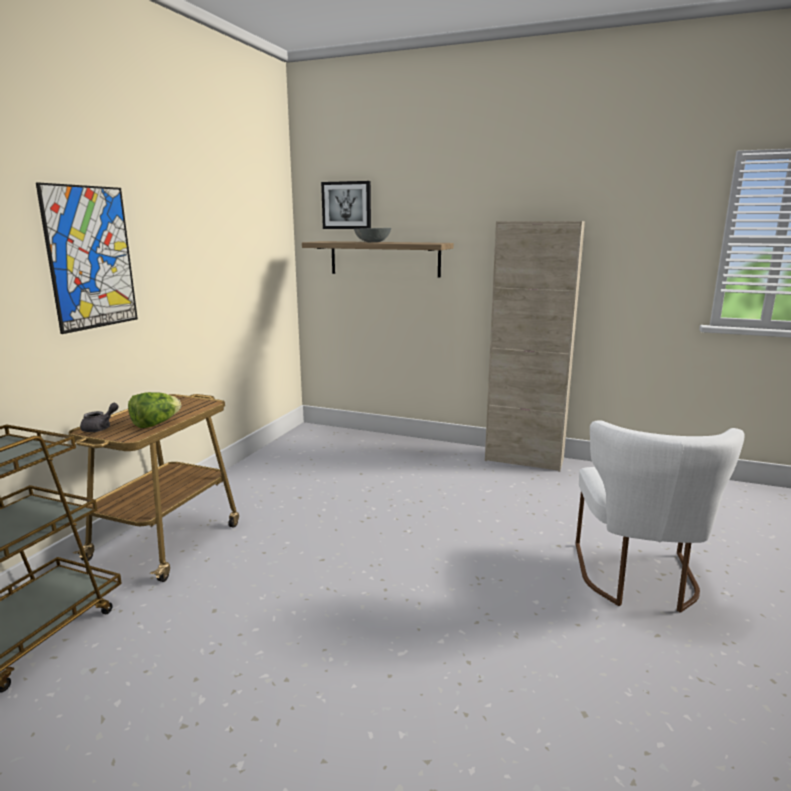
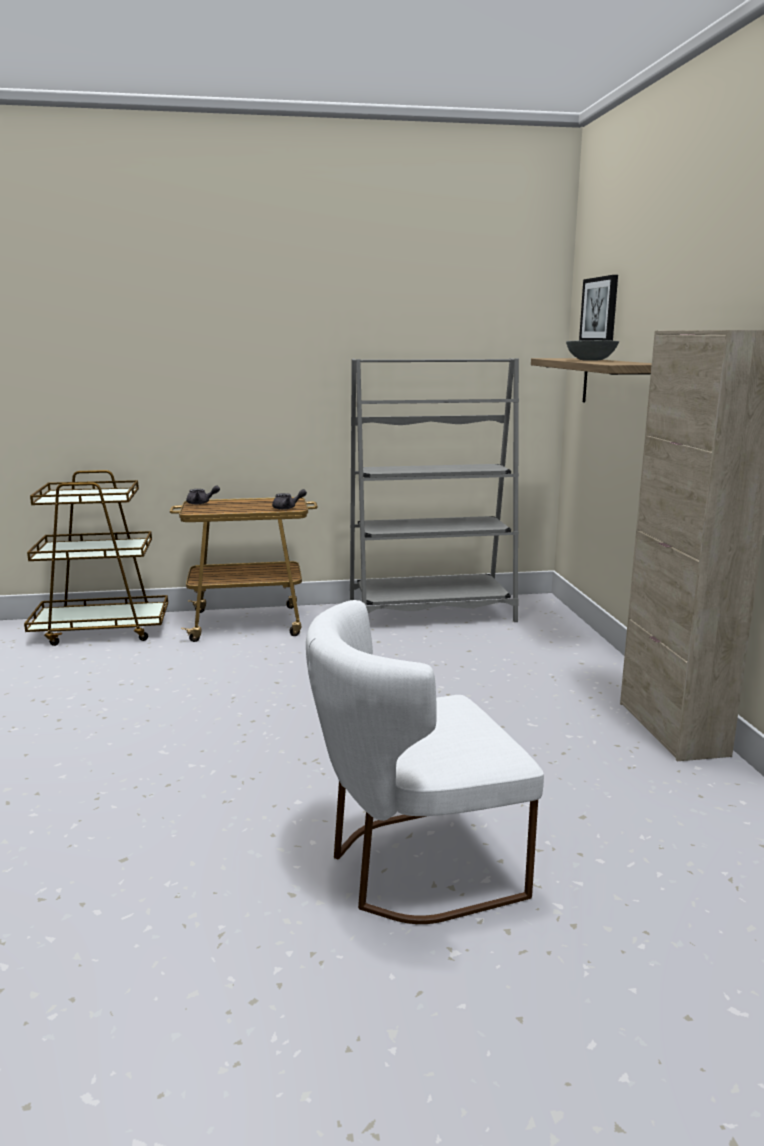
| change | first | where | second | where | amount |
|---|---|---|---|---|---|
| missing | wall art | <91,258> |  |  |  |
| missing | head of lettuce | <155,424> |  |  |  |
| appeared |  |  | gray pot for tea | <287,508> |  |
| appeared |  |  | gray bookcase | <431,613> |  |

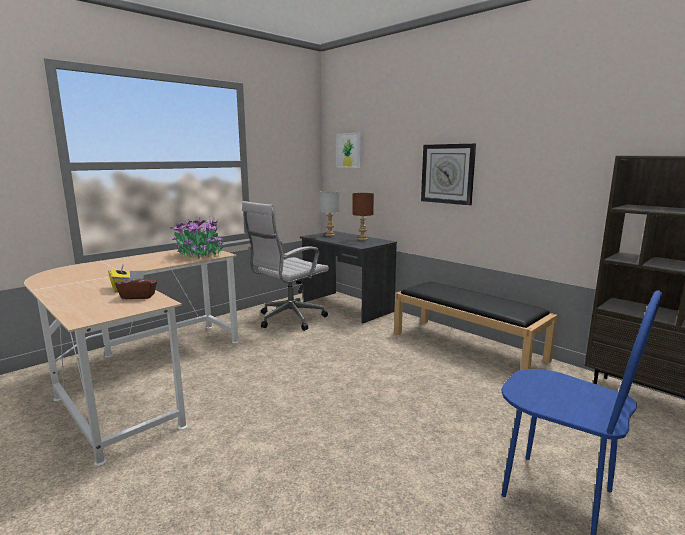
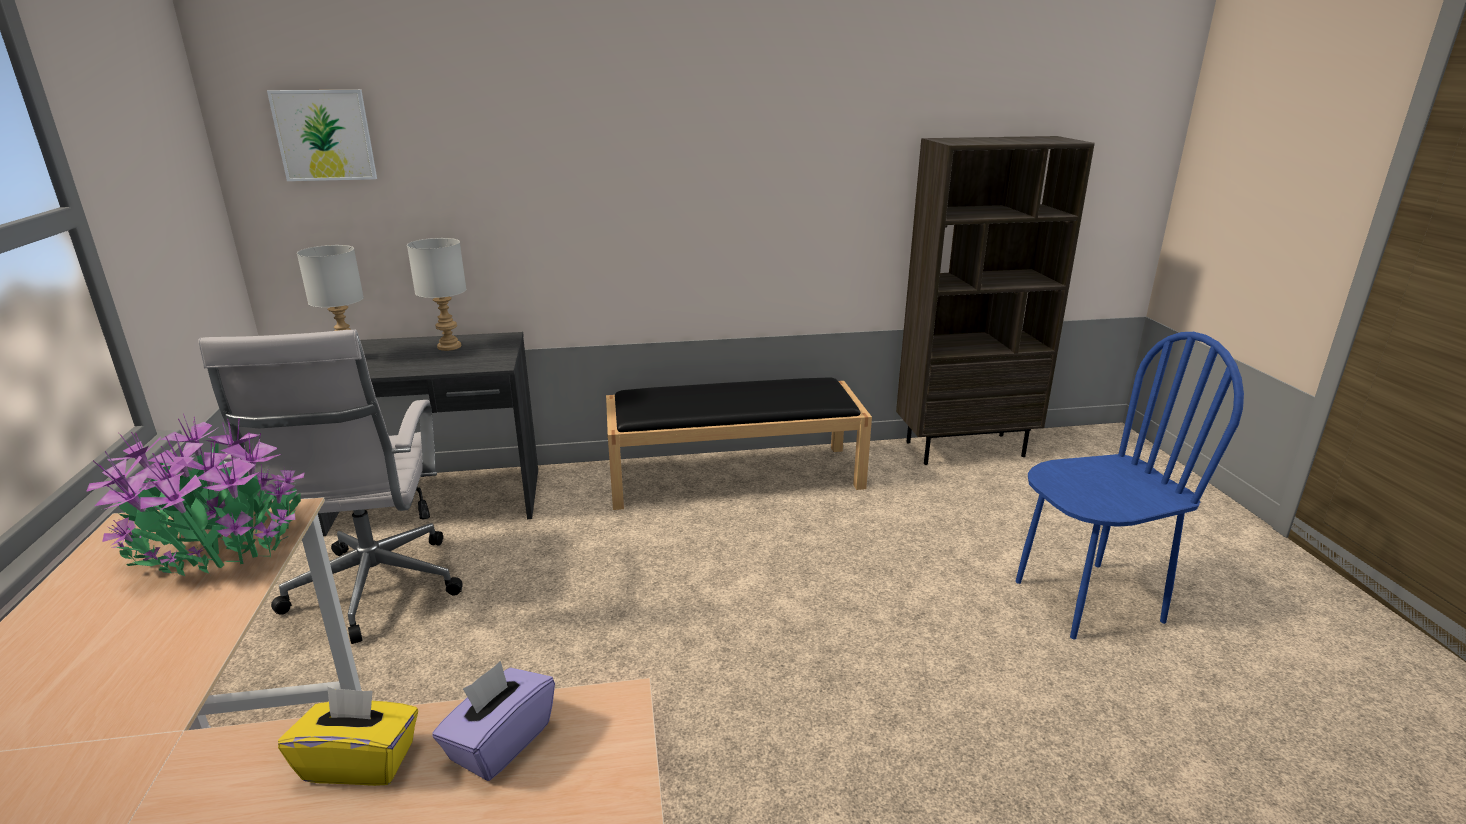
| change | first | where | second | where | amount |
|---|---|---|---|---|---|
| colour | brownish tissue holder | <138,296> | purplish tissue holder | <500,742> |  |
| colour | brownish table lamp | <362,239> | gray table lamp | <448,346> |  |
| missing | clock on the wall | <447,174> |  |  |  |

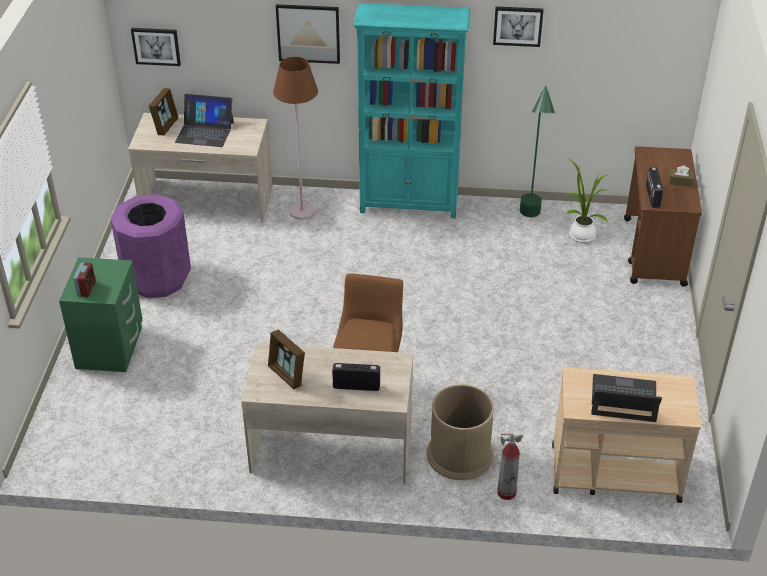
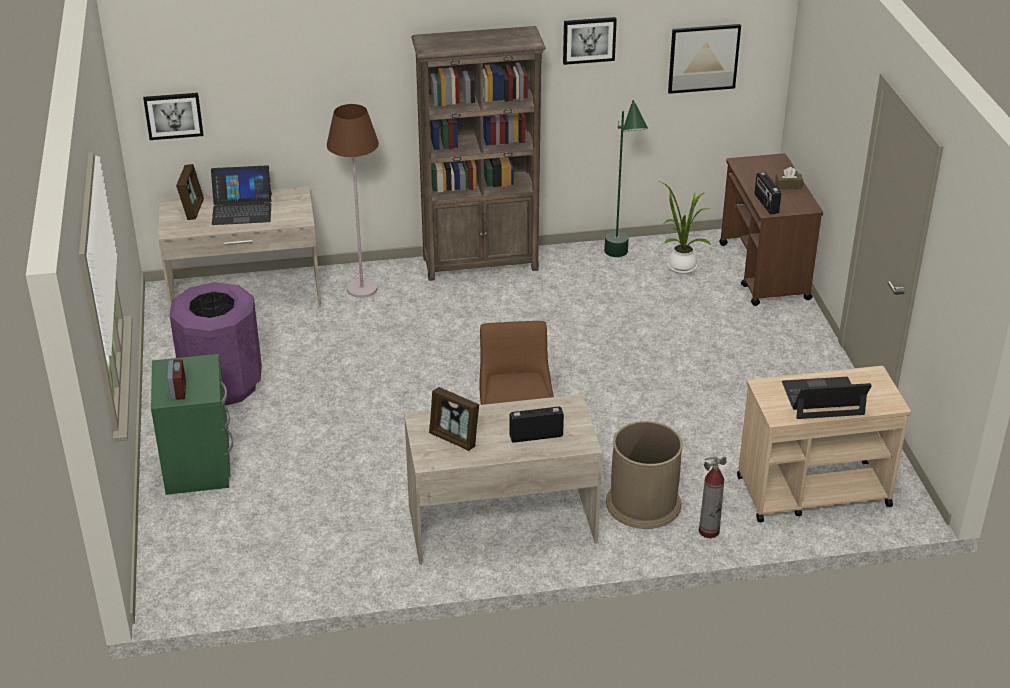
| change | first | where | second | where | amount |
|---|---|---|---|---|---|
| relocated | wall art | <308,33> |  | <703,58> |  |
| colour | blue-green bookcase | <409,204> | brownish bookcase | <481,263> |  |

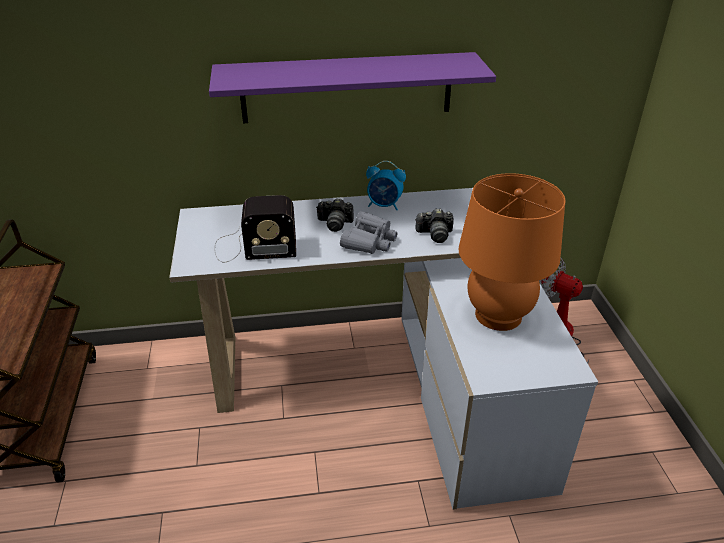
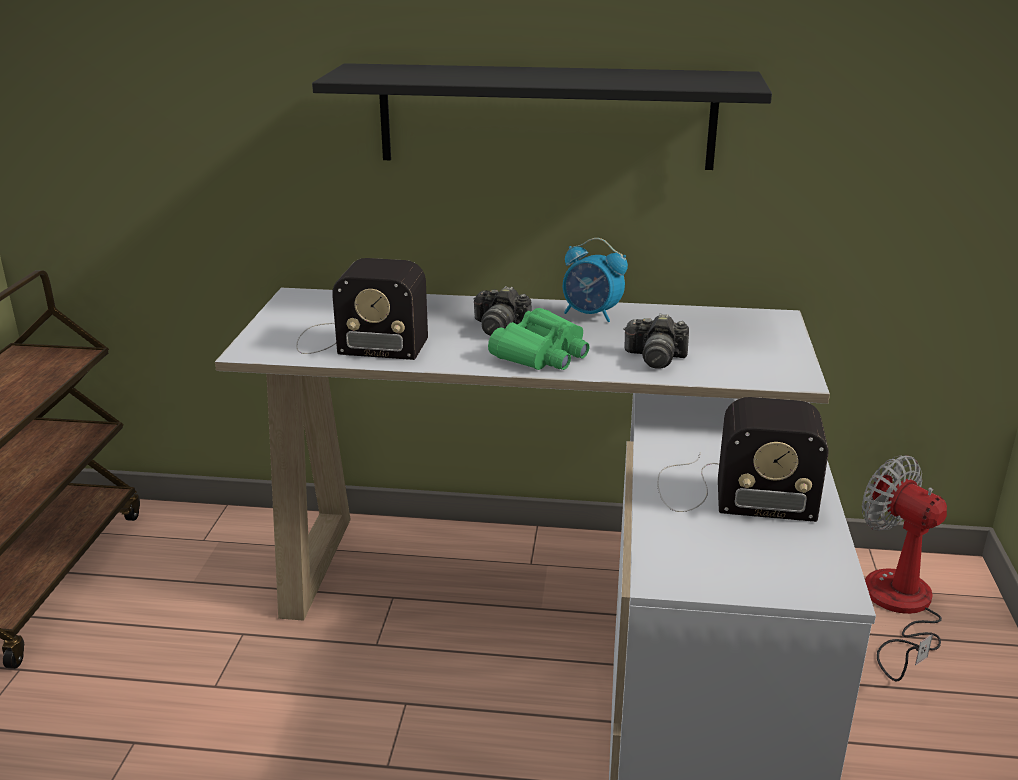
| change | first | where | second | where | amount |
|---|---|---|---|---|---|
| colour | purplish wall shelf | <347,88> | black wall shelf | <546,116> |  |
| colour | gray pair of binoculars | <369,241> | green-coloured pair of binoculars | <542,354> |  |
| exchanged | orange-coloured table lamp | <498,315> | radio receiver | <729,493> |  |

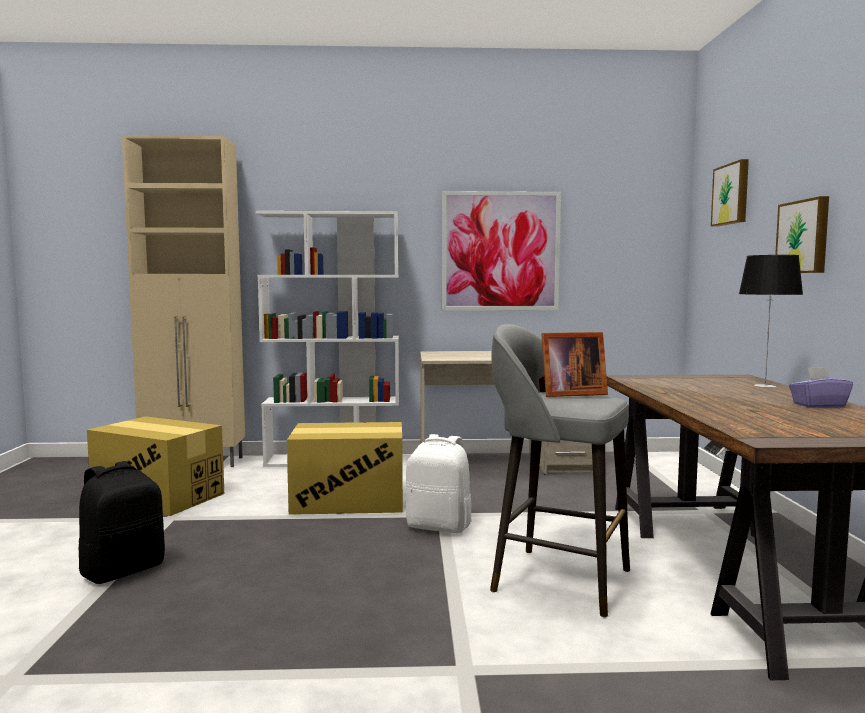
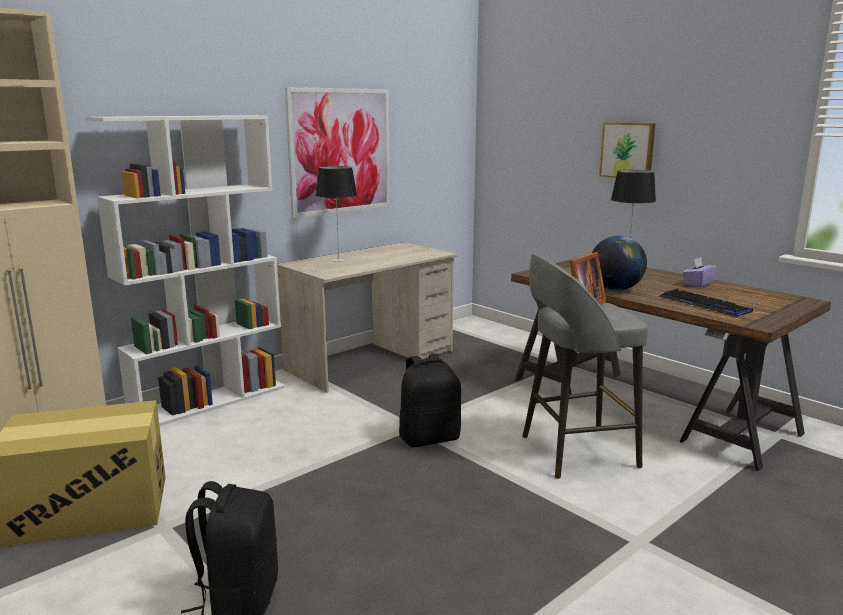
| change | first | where | second | where | amount |
|---|---|---|---|---|---|
| missing | cardboard box | <348,501> |  |  |  |
| colour | white rucksack | <439,526> | black rucksack | <430,438> |  |
| missing | wall art | <732,194> |  |  |  |
| appeared |  |  | table lamp | <339,260> |  |
| appeared |  |  | globe | <615,289> |  |
| appeared |  |  | keyboard | <704,304> |  |

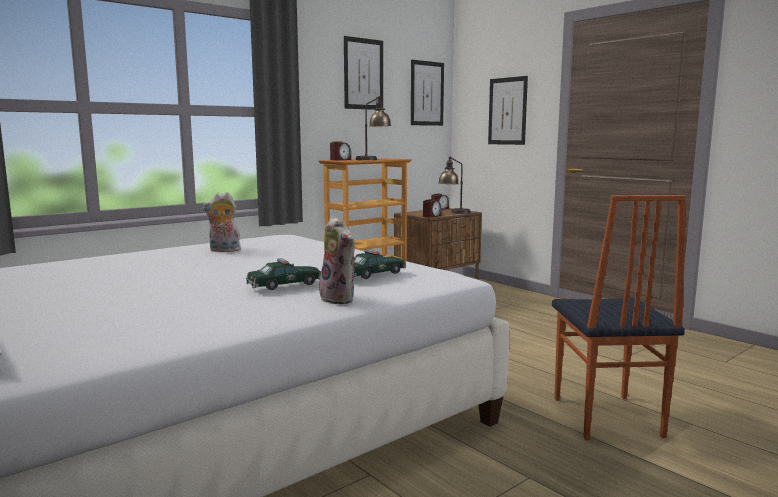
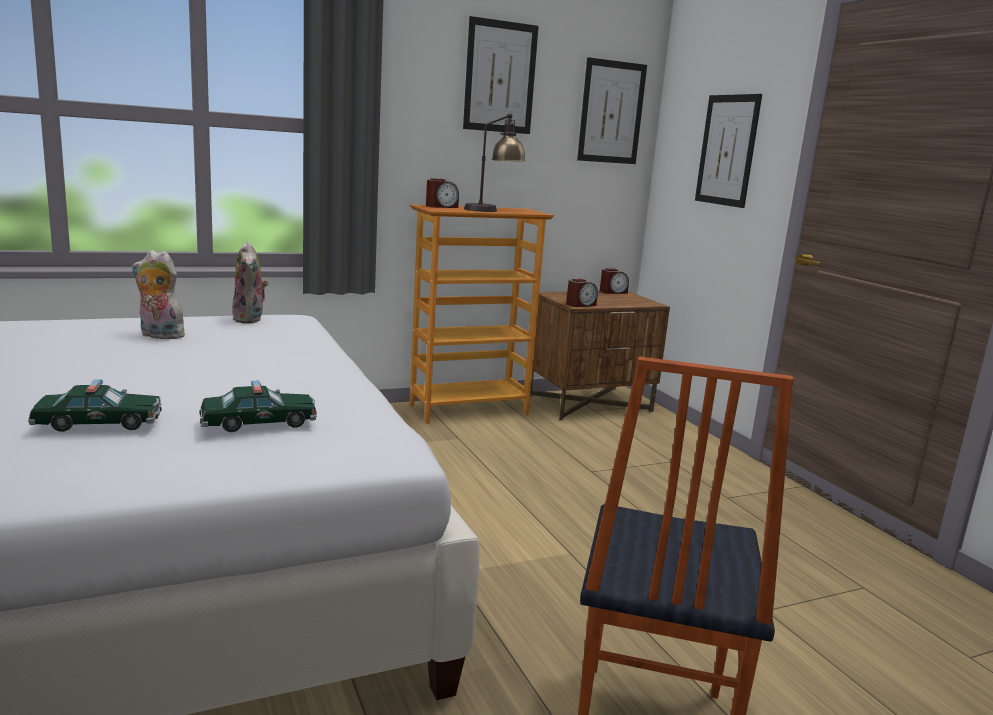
| change | first | where | second | where | amount |
|---|---|---|---|---|---|
| relocated | soft toy | <340,299> |  | <250,319> |  |
| missing | table lamp | <454,213> |  |  |  |

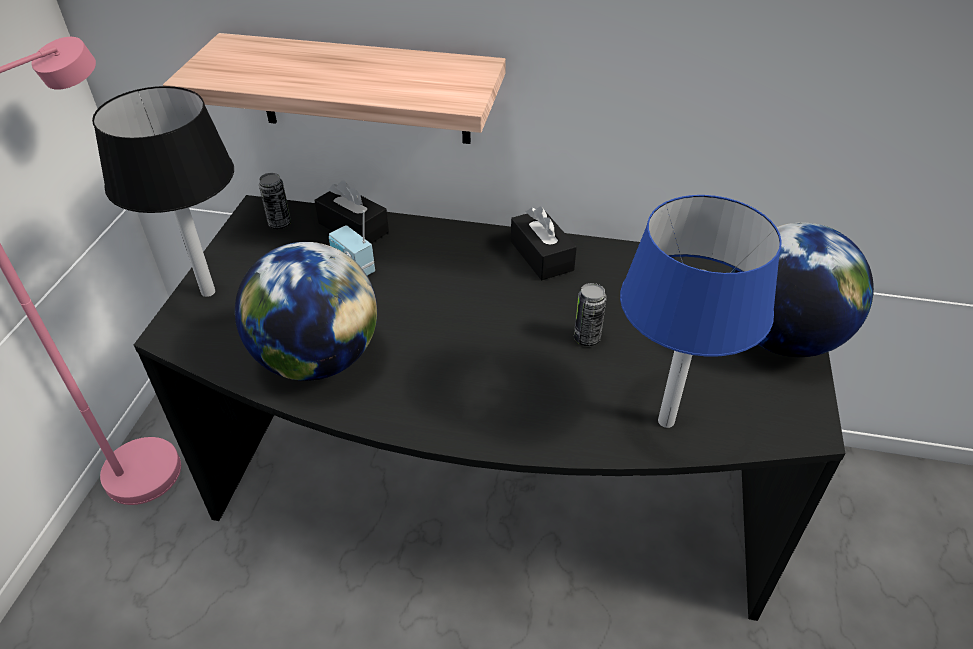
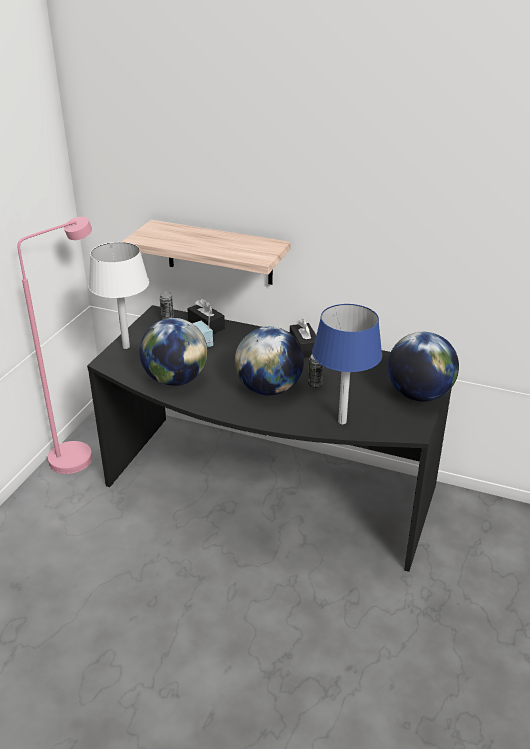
| change | first | where | second | where | amount |
|---|---|---|---|---|---|
| colour | black table lamp | <208,292> | white table lamp | <126,347> |  |
| appeared |  |  | globe | <269,389> |  |

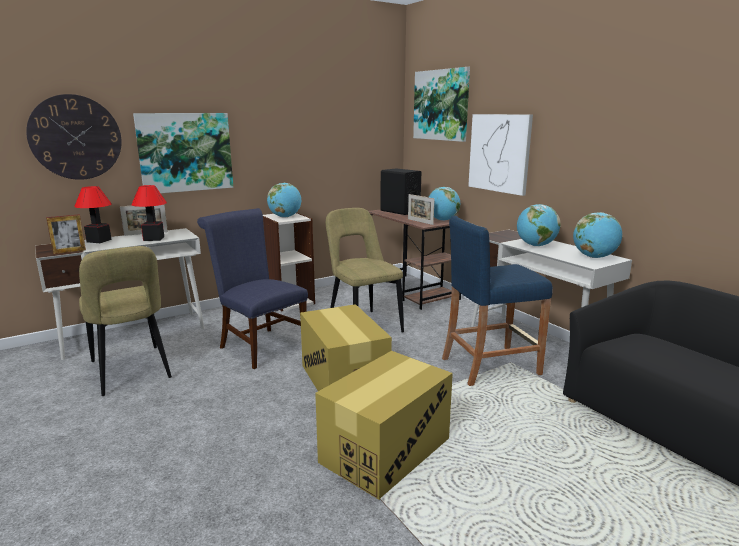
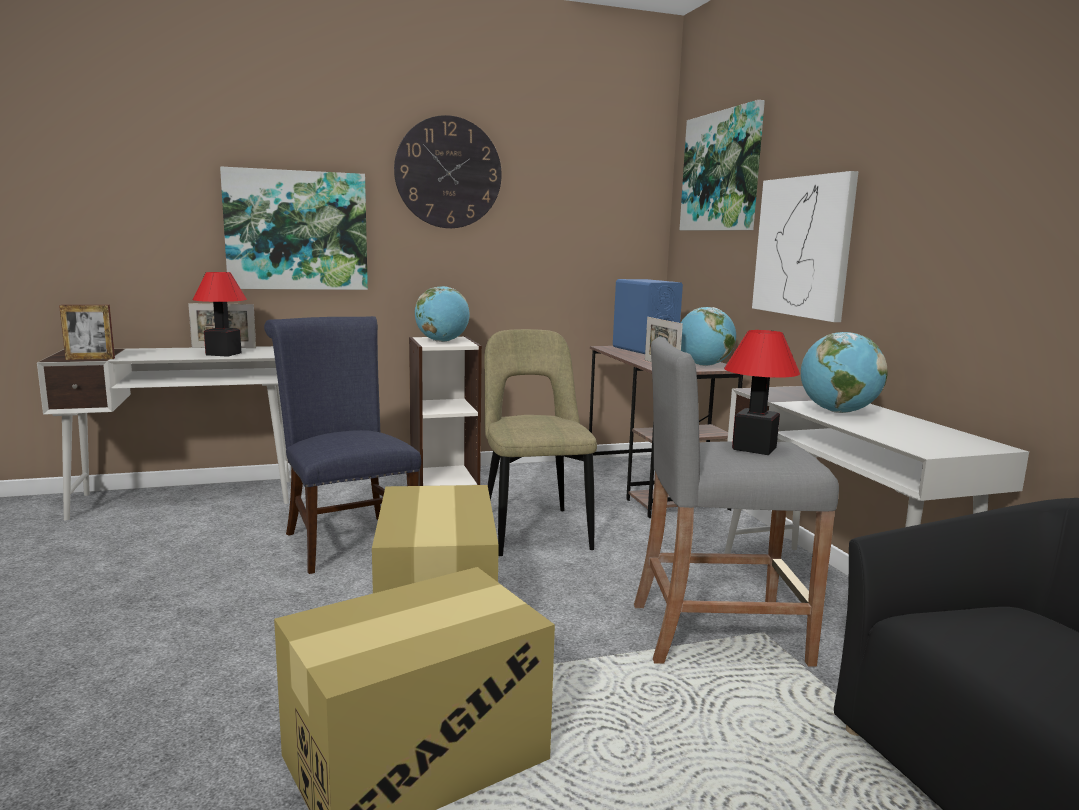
| change | first | where | second | where | amount |
|---|---|---|---|---|---|
| relocated | clock on the wall | <75,137> |  | <448,173> |  |
| relocated | table lamp | <99,240> |  | <754,448> |  |
| missing | beige-coloured chair | <131,372> |  |  |  |
| colour | black speaker | <399,211> | blue speaker | <644,350> |  |
| colour | blue stool seat | <490,366> | gray stool seat | <718,632> |  |
| missing | globe | <594,257> |  |  |  |

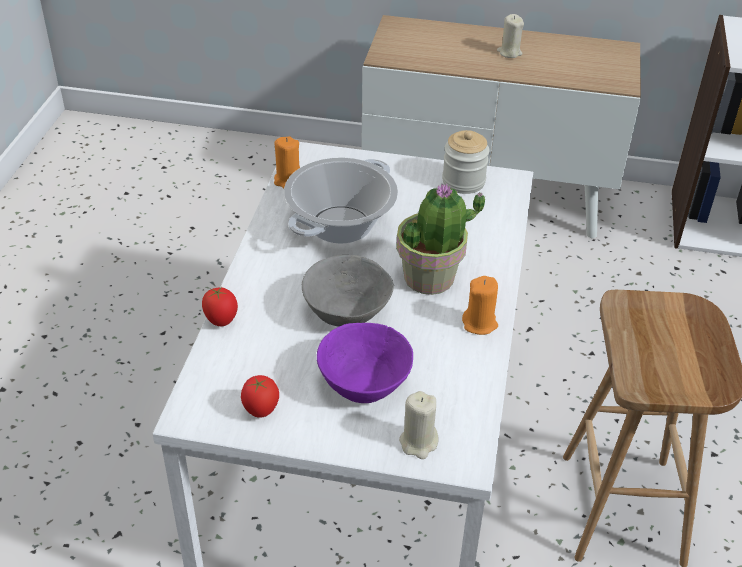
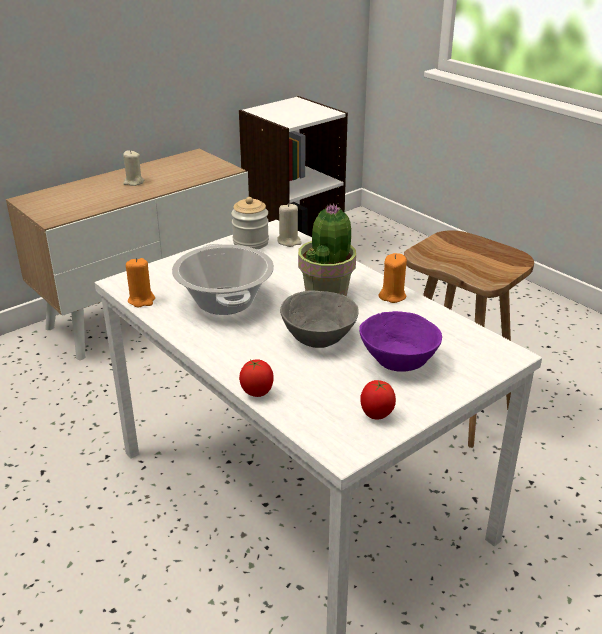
| change | first | where | second | where | amount |
|---|---|---|---|---|---|
| relocated | beige-coloured wax light | <418,442> |  | <289,241> |  |

